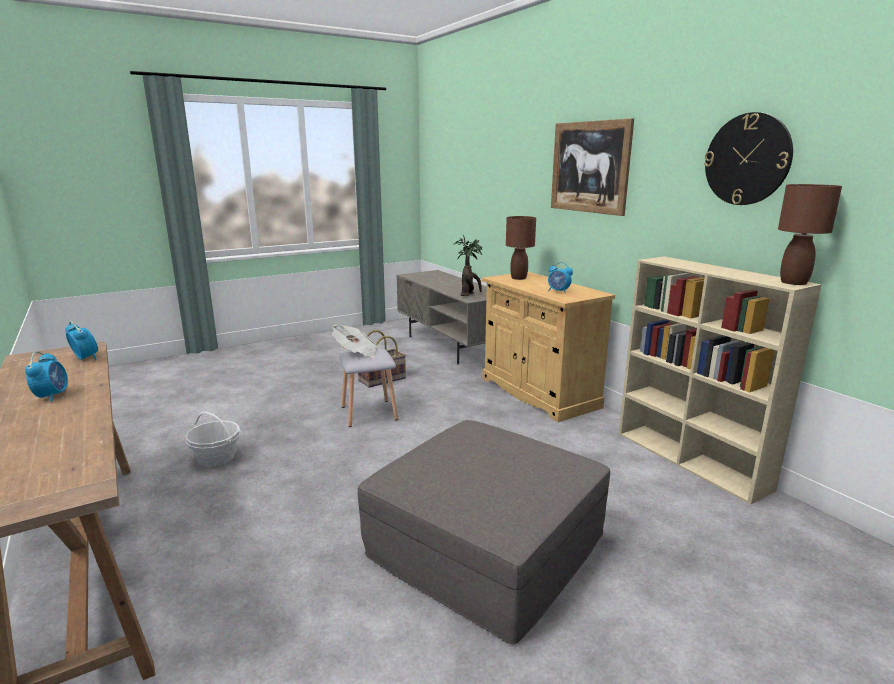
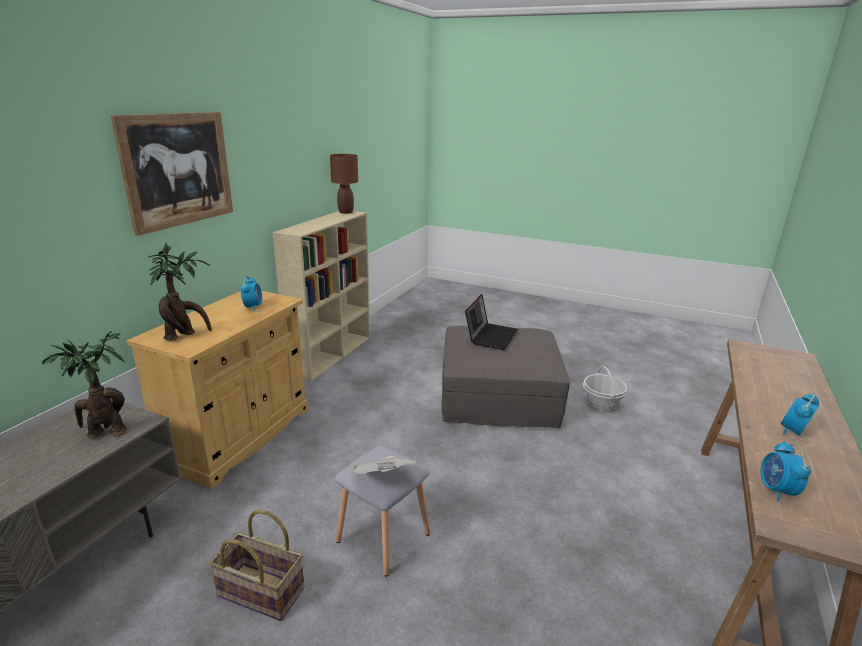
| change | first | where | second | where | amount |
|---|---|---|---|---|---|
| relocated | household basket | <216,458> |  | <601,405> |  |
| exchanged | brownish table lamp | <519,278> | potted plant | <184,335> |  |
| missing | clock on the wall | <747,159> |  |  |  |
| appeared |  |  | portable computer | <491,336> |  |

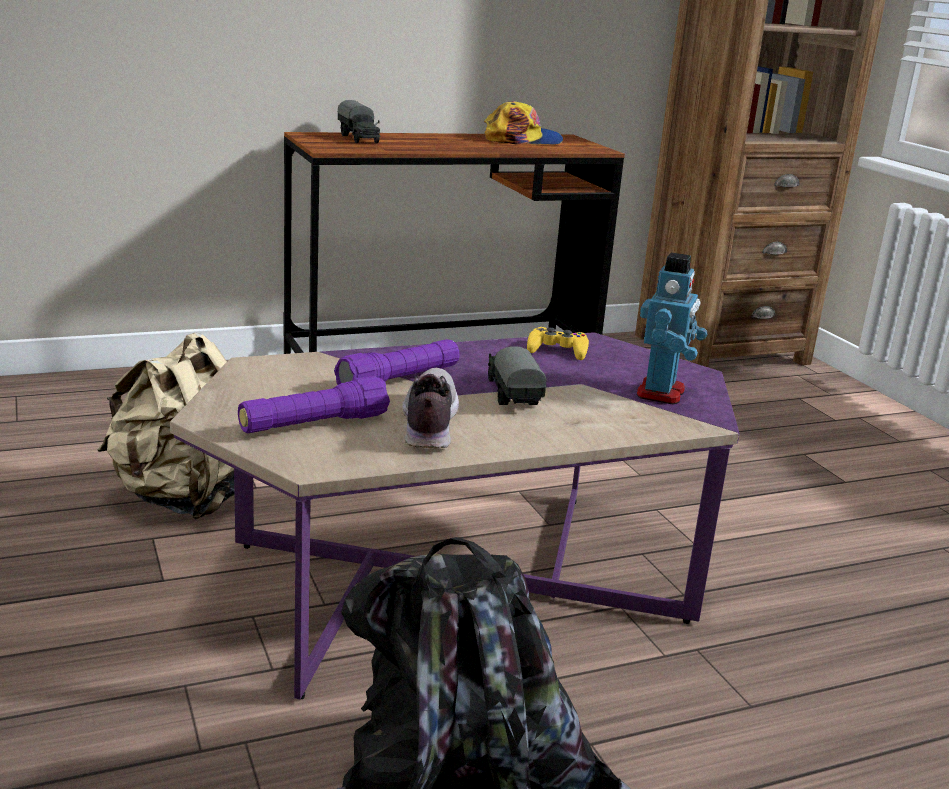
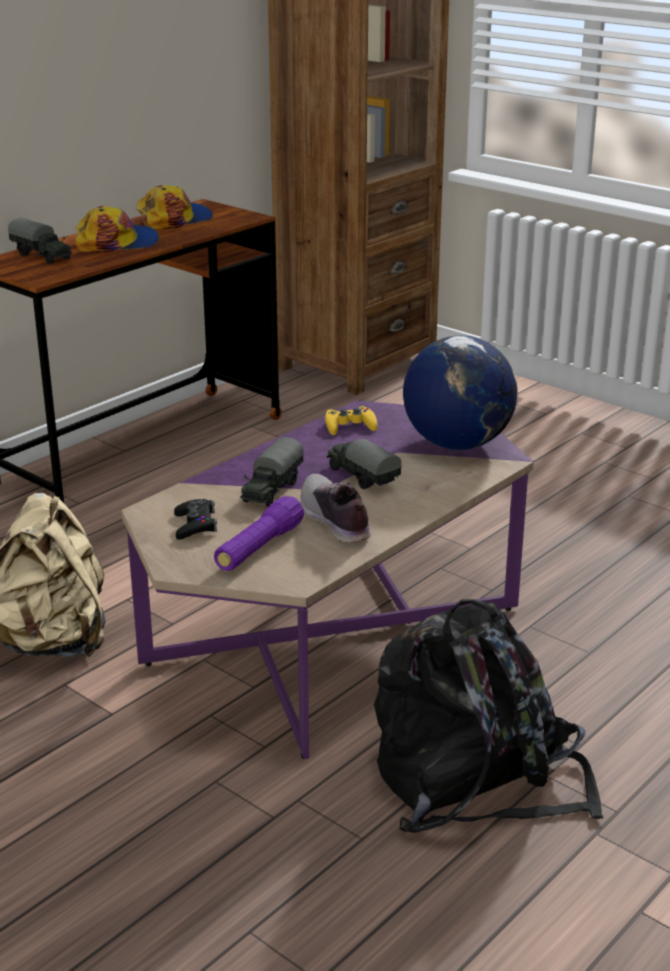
| change | first | where | second | where | amount |
|---|---|---|---|---|---|
| exchanged | purplish hand torch | <399,380> | toy lorry | <271,490> |  |
| exchanged | model robot | <662,393> | globe | <457,444> |  |
| appeared |  |  | baseball cap | <117,243> |  |
| appeared |  |  | black joypad | <195,525> |  |

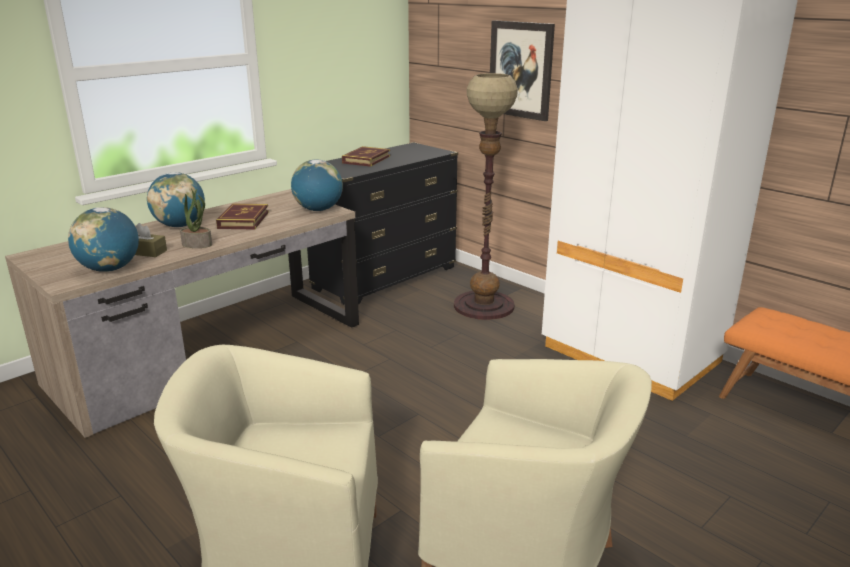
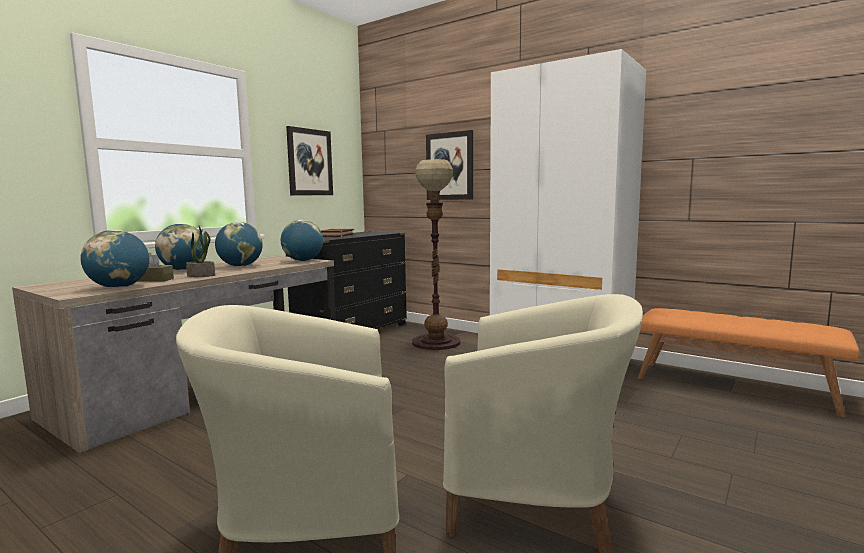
| change | first | where | second | where | amount |
|---|---|---|---|---|---|
| exchanged | bound book | <243,220> | globe | <240,266> |  |
| appeared |  |  | wall art | <309,162> |  |

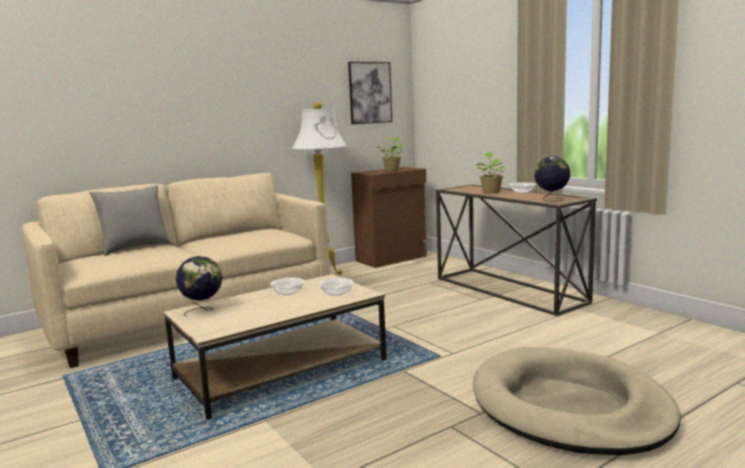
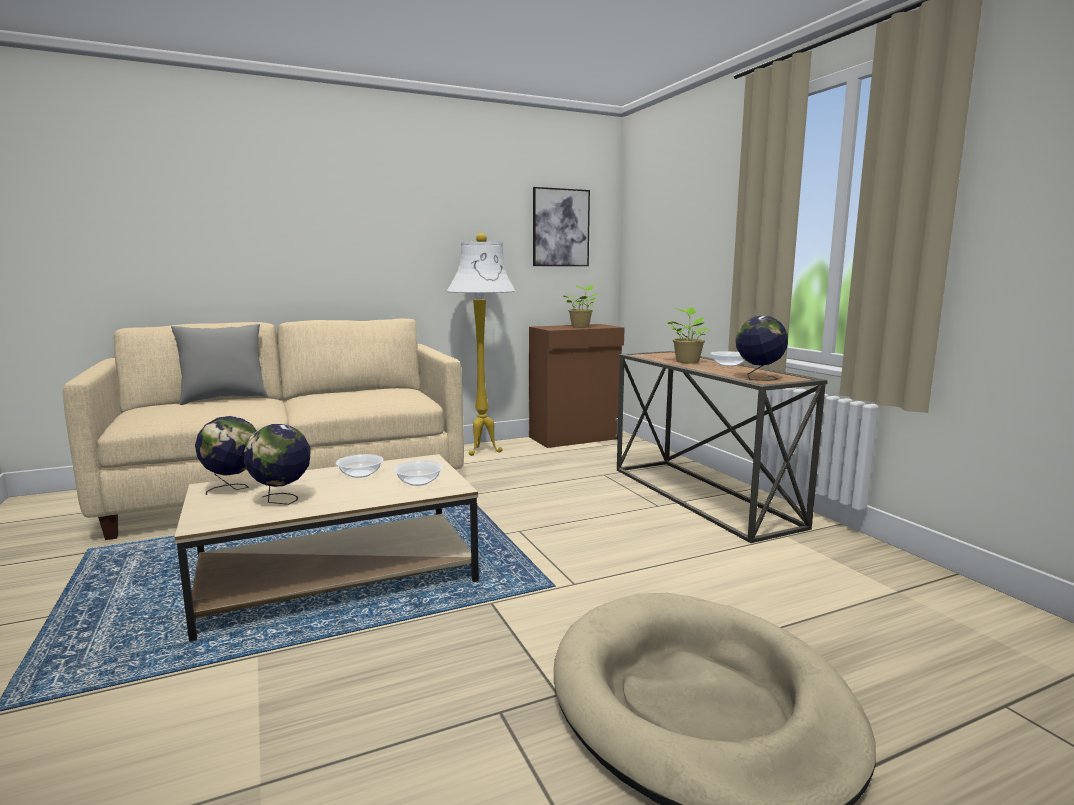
| change | first | where | second | where | amount |
|---|---|---|---|---|---|
| appeared |  |  | globe | <281,500> |  |

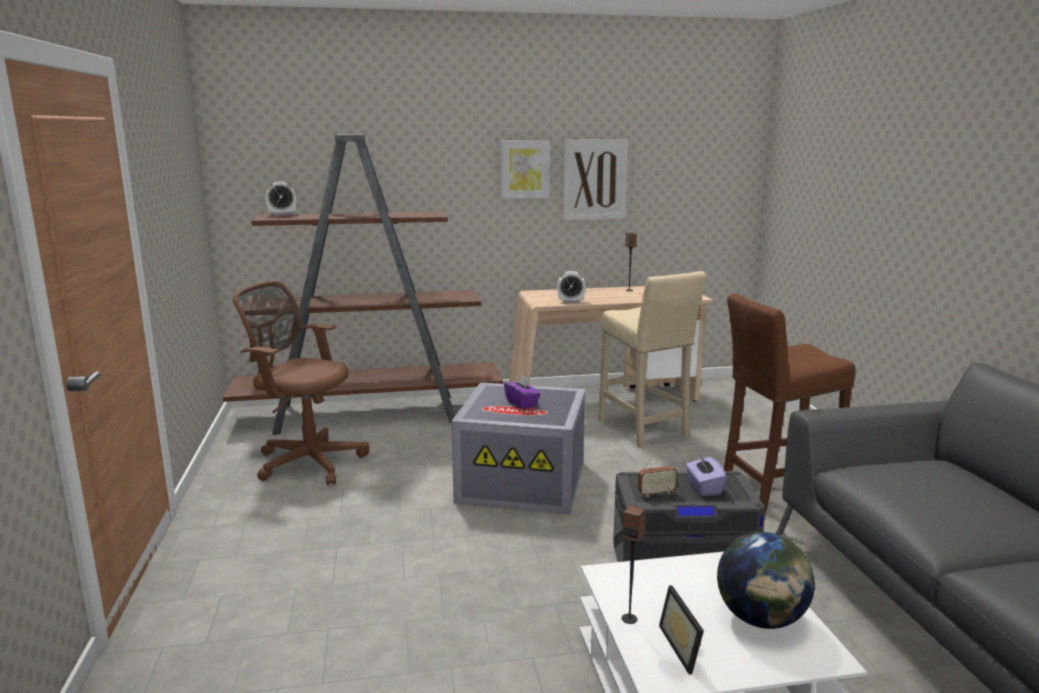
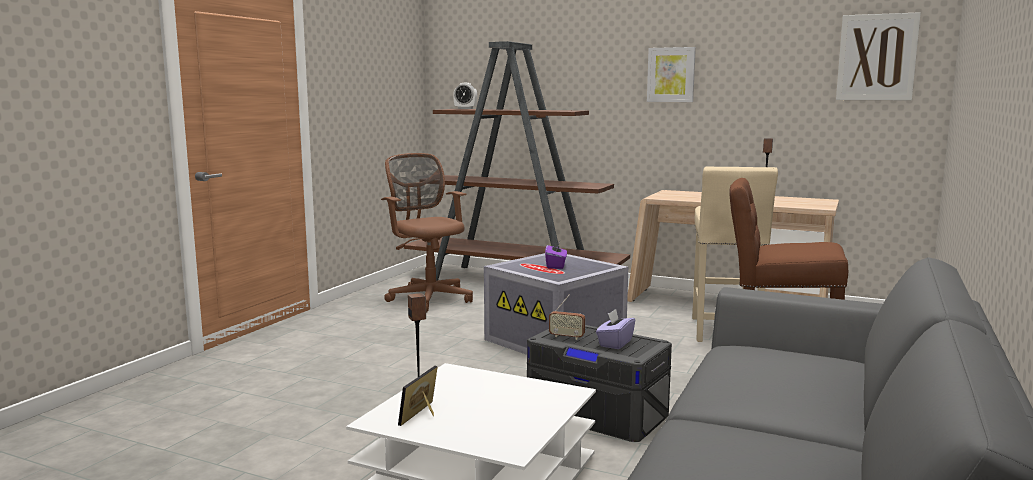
| change | first | where | second | where | amount |
|---|---|---|---|---|---|
| missing | table clock | <571,302> |  |  |  |
| relocated | wall art | <595,179> |  | <876,57> |  |
| missing | globe | <761,619> |  |  |  |

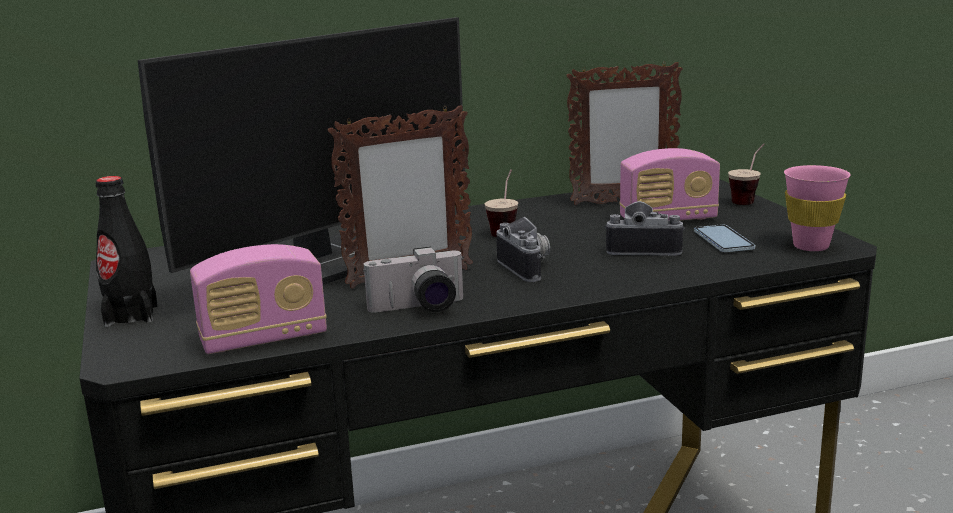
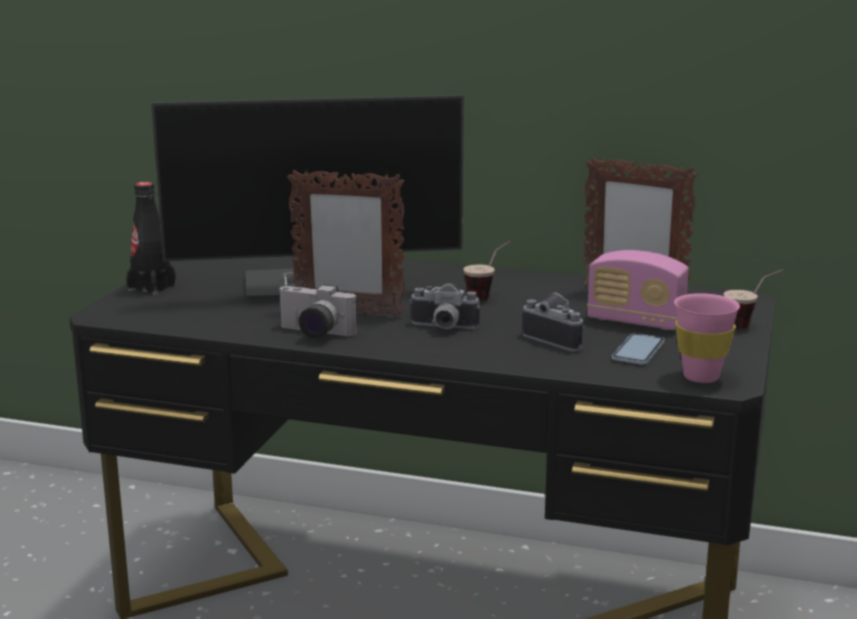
| change | first | where | second | where | amount |
|---|---|---|---|---|---|
| missing | radio receiver | <263,339> |  |  |  |
| spun | still camera | <529,267> |  | <443,328> | 90 degrees clockwise |

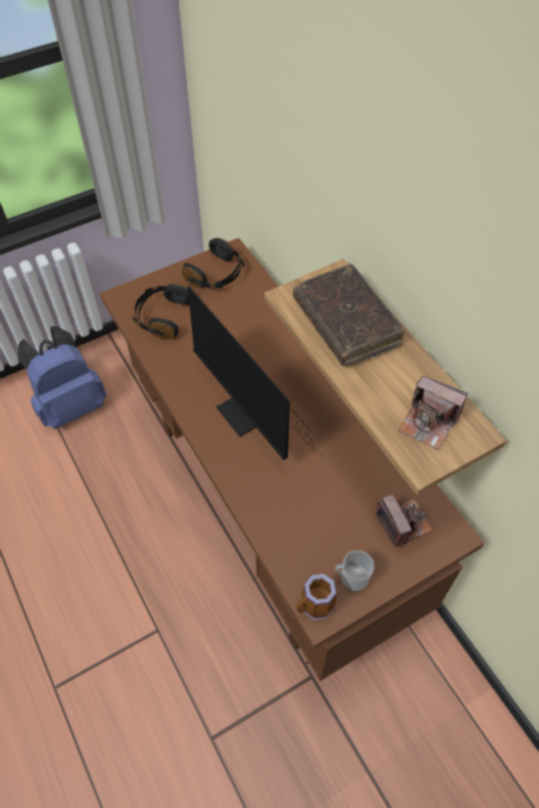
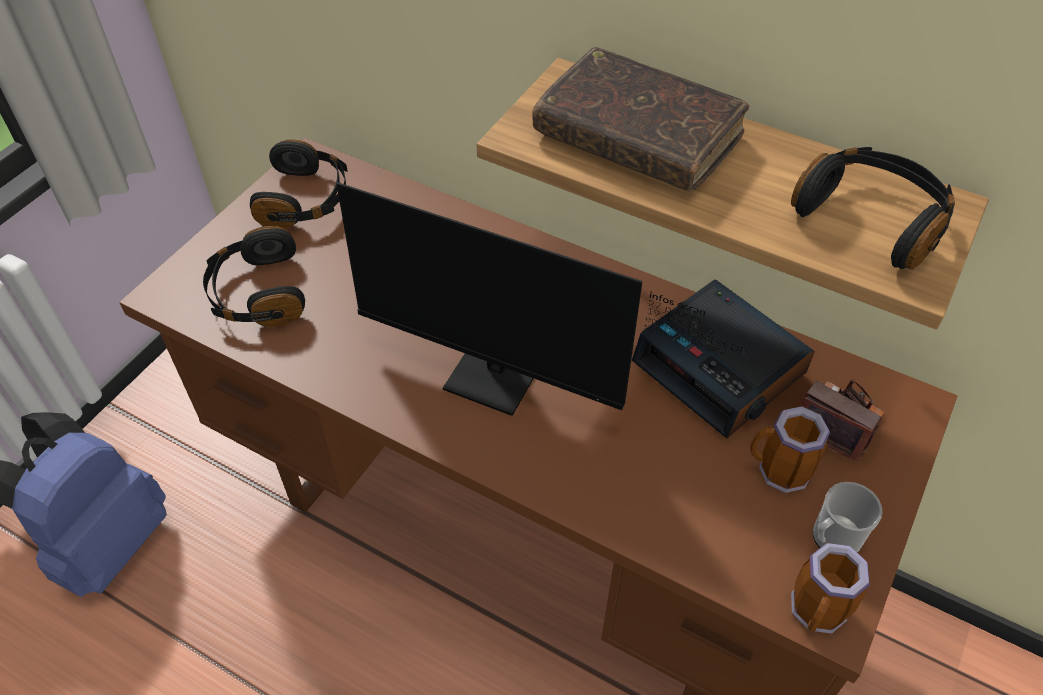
| change | first | where | second | where | amount |
|---|---|---|---|---|---|
| exchanged | still camera | <428,422> | black pair of headphones | <871,219> |  |
| appeared |  |  | table clock | <721,368> |  |
| appeared |  |  | coffee mug | <778,473> |  |

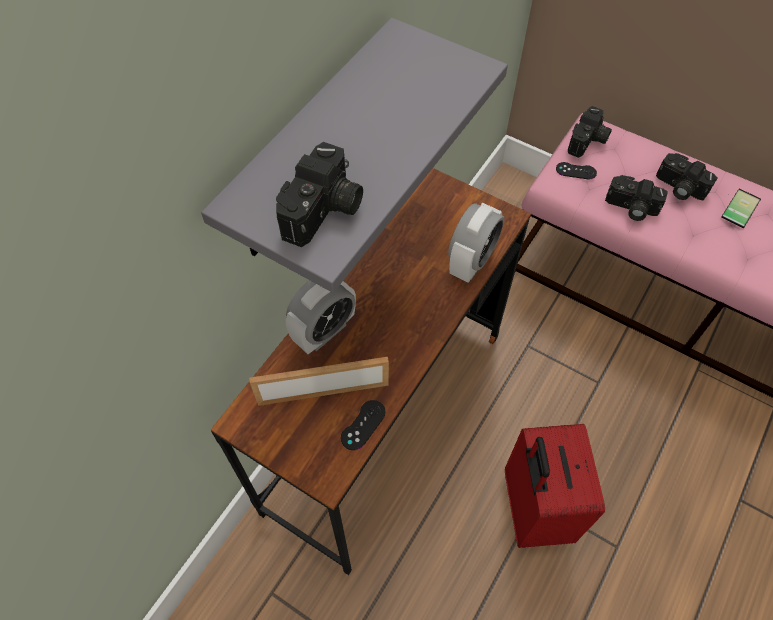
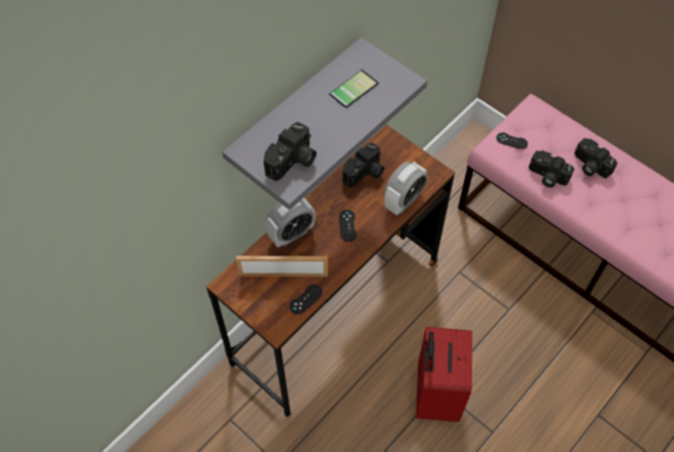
| change | first | where | second | where | amount |
|---|---|---|---|---|---|
| relocated | still camera | <588,142> |  | <365,173> |  |
| relocated | handset | <738,207> |  | <352,87> |  |
| appeared |  |  | black joypad | <347,225> |  |

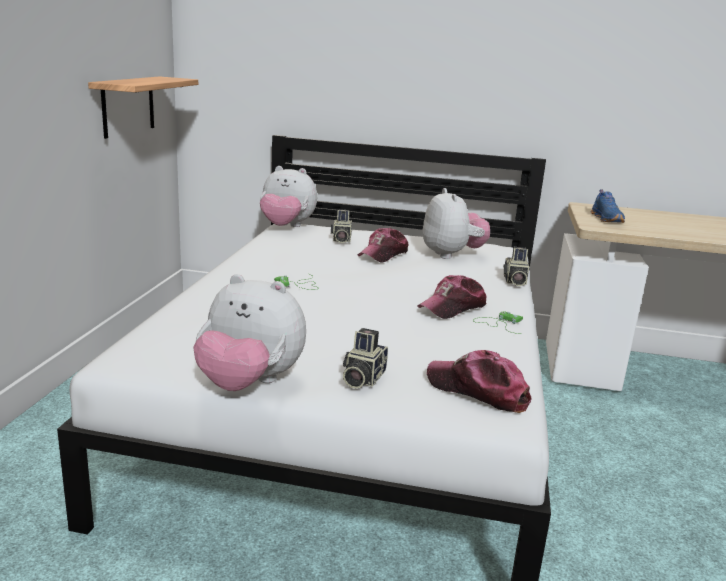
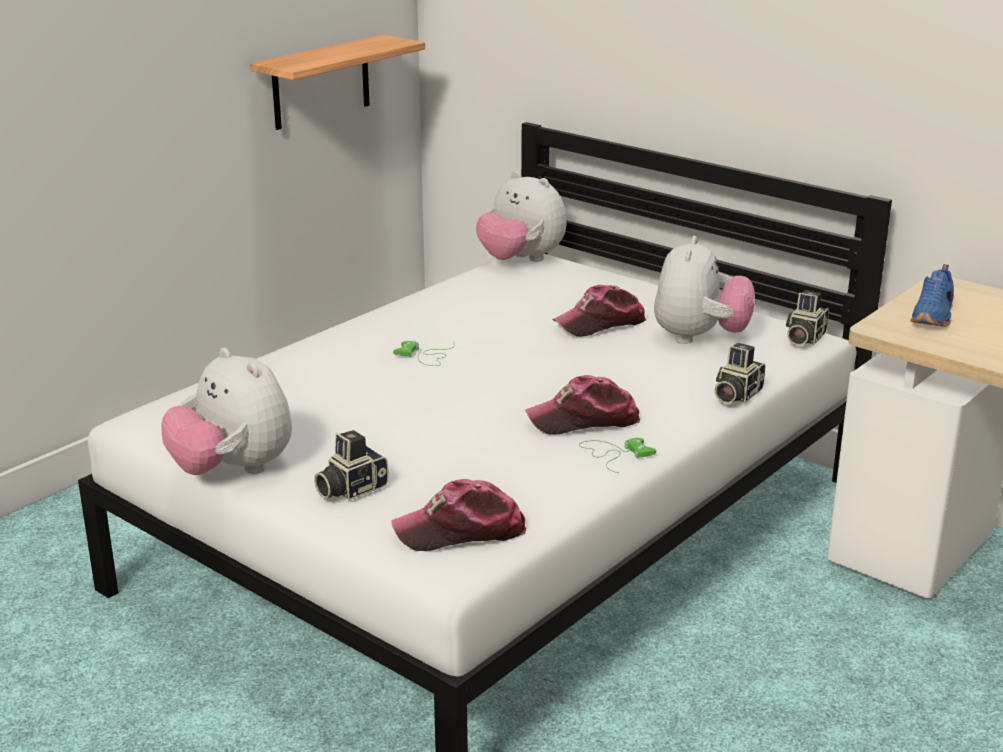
| change | first | where | second | where | amount |
|---|---|---|---|---|---|
| relocated | still camera | <341,240> |  | <803,338> |  |
| spun | baseball cap | <478,391> |  | <461,531> | 75 degrees counterclockwise |

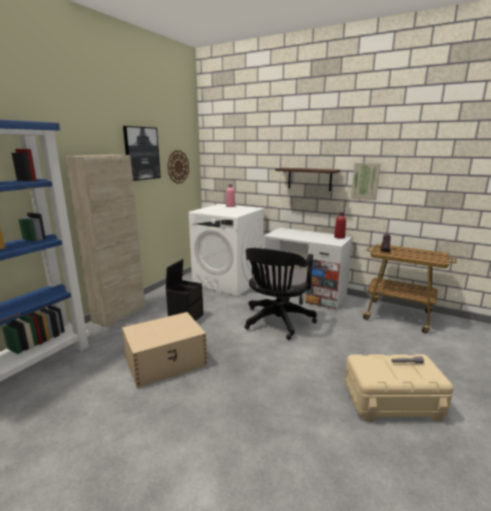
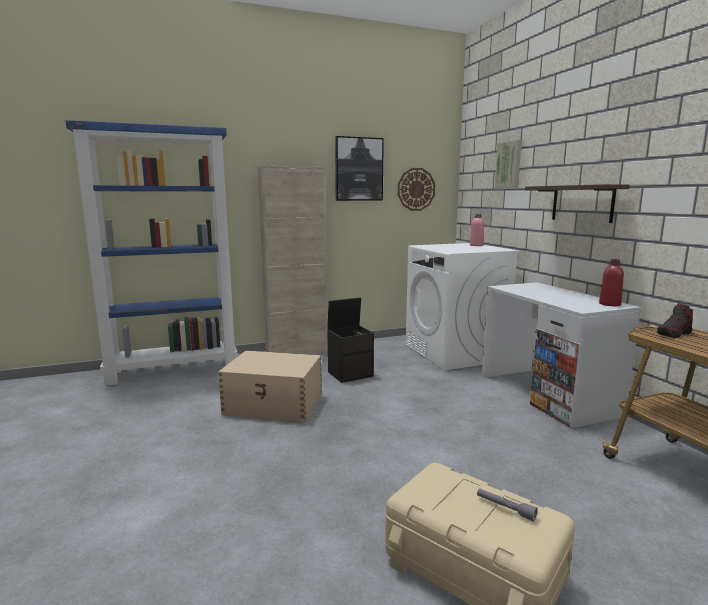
| change | first | where | second | where | amount |
|---|---|---|---|---|---|
| missing | black desk chair | <277,322> |  |  |  |
| relocated | wall art | <365,181> |  | <509,165> |  |

